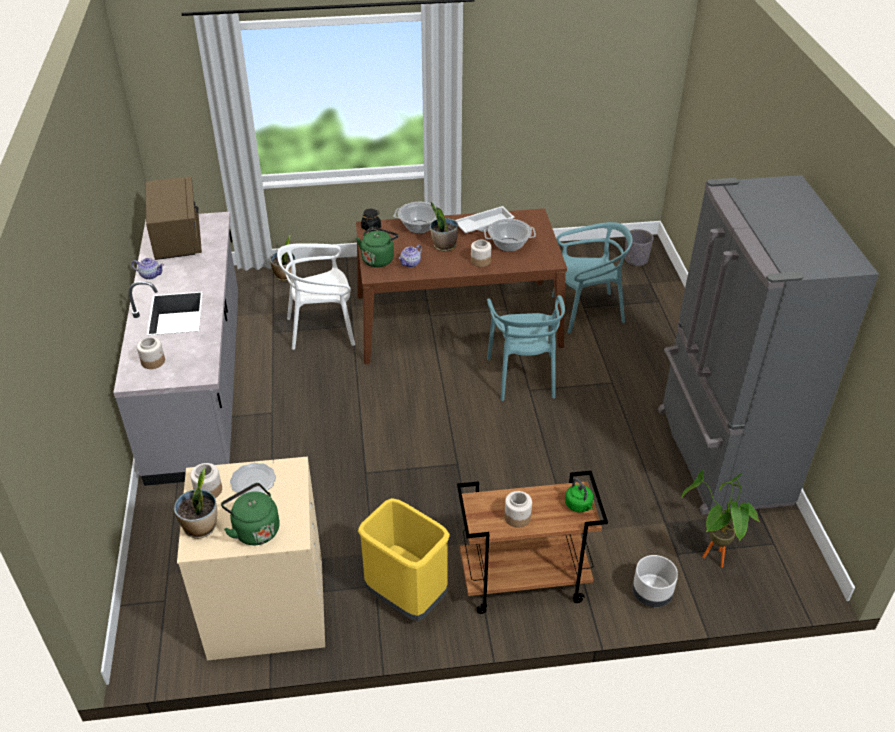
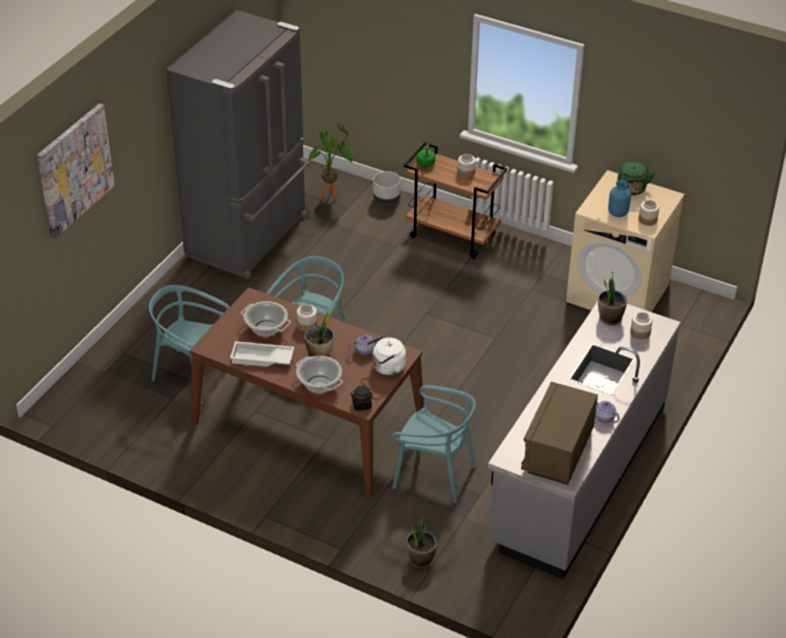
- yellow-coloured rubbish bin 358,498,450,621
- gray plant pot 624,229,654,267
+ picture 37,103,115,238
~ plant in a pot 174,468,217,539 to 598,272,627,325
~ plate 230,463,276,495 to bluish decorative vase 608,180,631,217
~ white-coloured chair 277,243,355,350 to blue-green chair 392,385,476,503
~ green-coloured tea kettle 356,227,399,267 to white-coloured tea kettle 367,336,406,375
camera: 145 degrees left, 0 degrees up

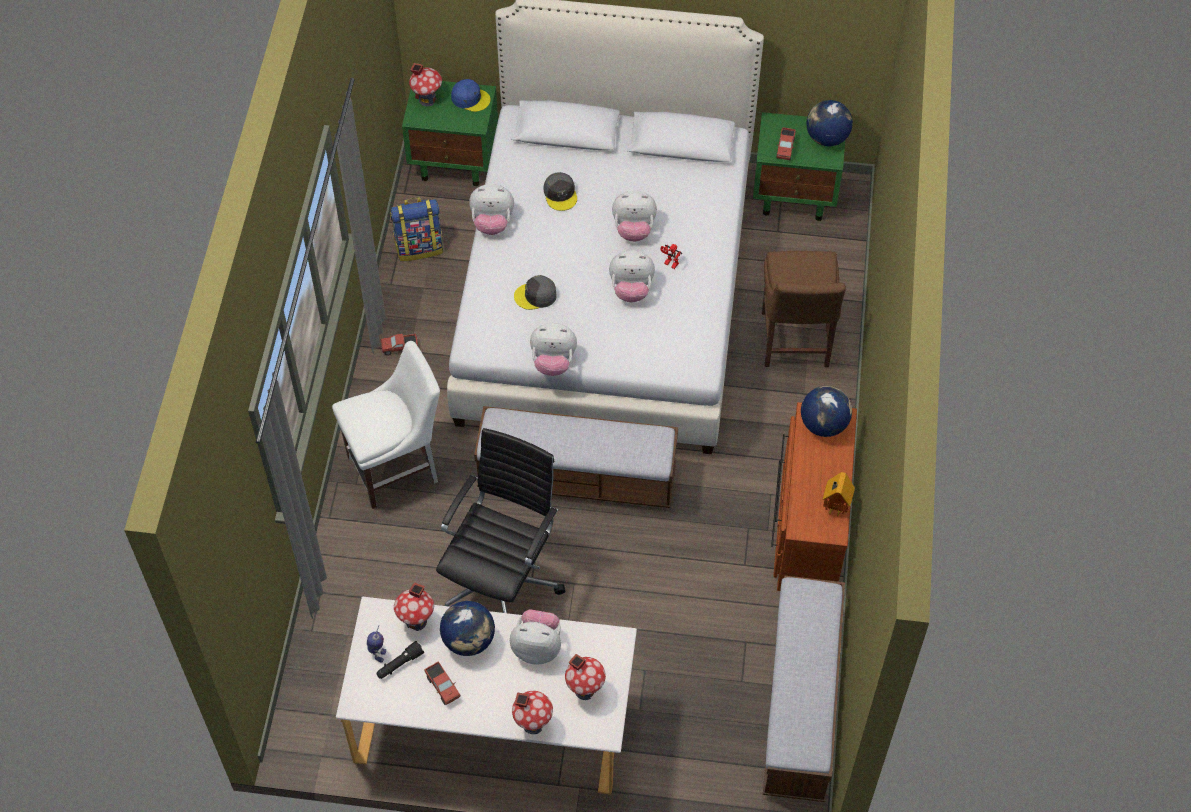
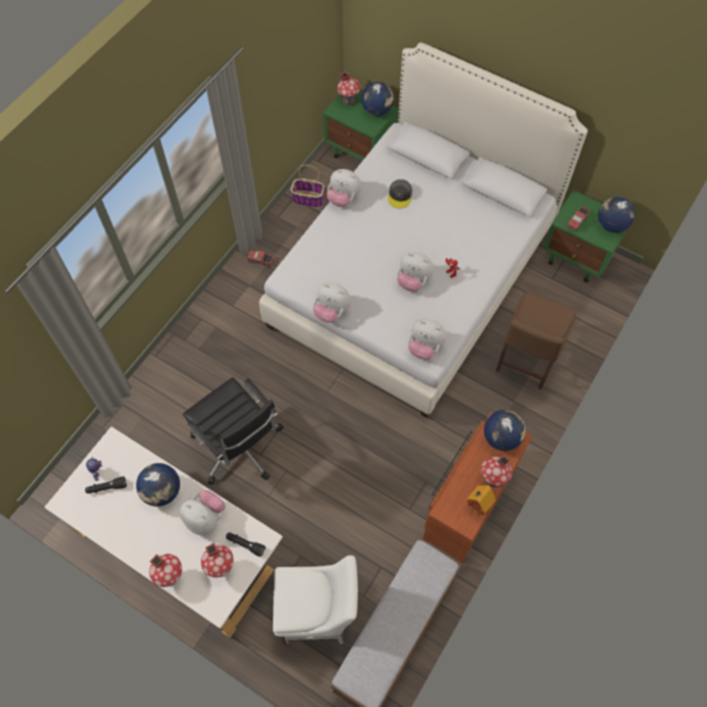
- model truck 424,661,460,705
- indoor bench 474,406,678,508
- gray baseball cap 514,275,557,310
+ blackish flashlight 226,533,266,557
~ white-coloured chair 332,341,440,509 to 273,555,358,645
~ toy house 394,582,434,631 to 481,455,512,487
~ soft toy 612,190,657,242 to 408,319,447,360
~ knapsack 390,197,443,261 to basket 291,165,324,208
~ bluish baseball cap 451,79,491,112 to globe 361,82,394,116
~ blackish office chair 436,428,566,613 = 183,377,284,485 90 degrees clockwise
camera: 25 degrees right, 5 degrees up

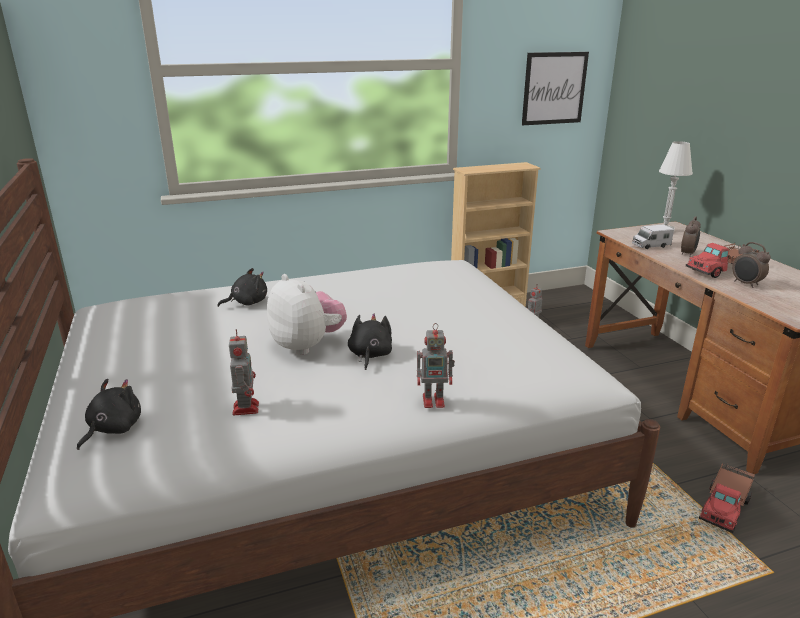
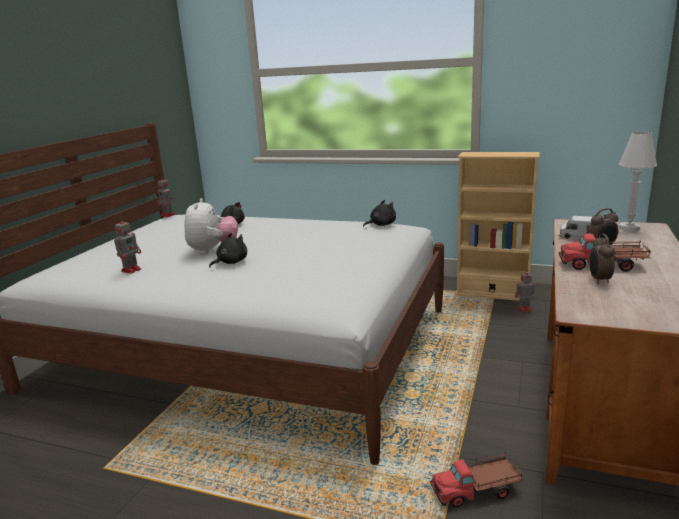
- picture 522,52,589,125
~ blackish soft toy 77,379,141,450 to 363,200,396,227
~ robot figure 417,323,455,408 to 157,178,176,217
camera: 40 degrees right, 5 degrees down

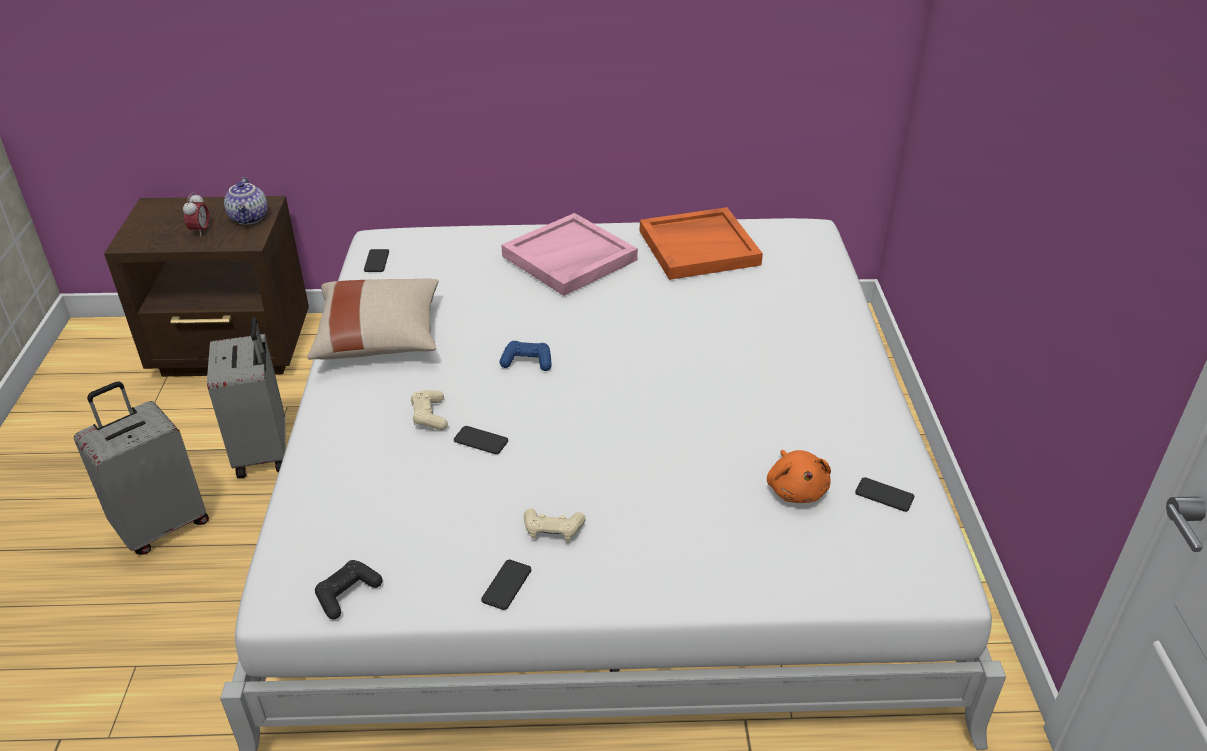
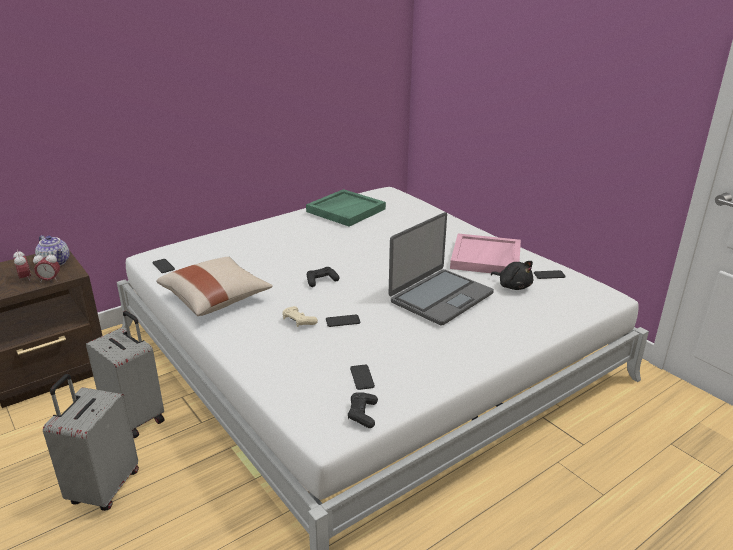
- sand-coloured gamepad 524,508,586,542
+ table clock 33,252,60,282
+ laptop 389,212,494,326
~ handset 481,560,531,610 to 350,365,375,390
~ pink carrying tray 501,213,638,296 to 450,233,521,273
~ bluish gamepad 500,341,551,371 to blackish gamepad 307,267,340,287
~ orangey carrying tray 640,207,763,280 to green-coloured carrying tray 306,189,386,227
~ orangey soft toy 767,450,831,503 to blackish soft toy 491,261,533,290
camera: 35 degrees left, 10 degrees down

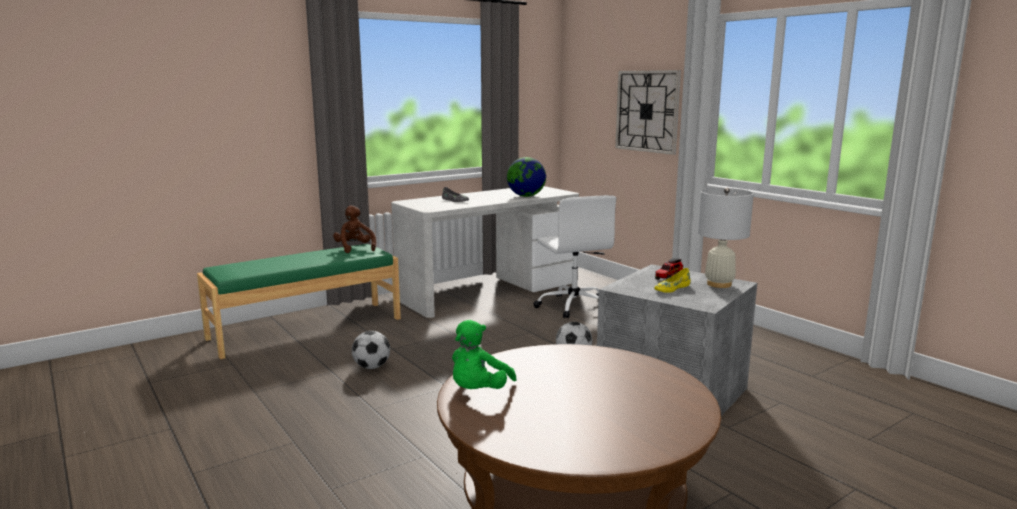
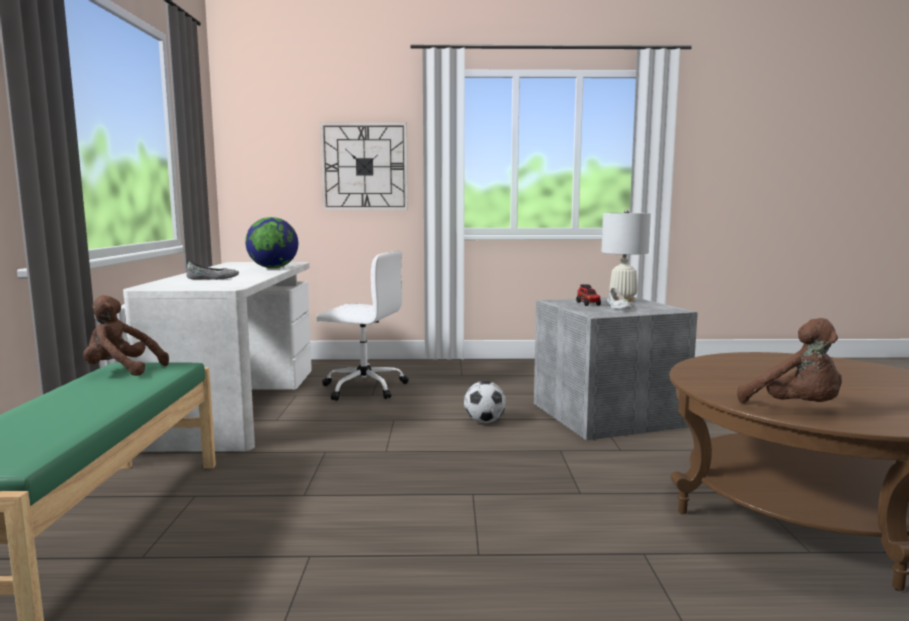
- football 352,331,390,369
~ green-coloured soft toy 452,320,517,389 to brown soft toy 737,318,842,403
~ yellow-coloured shoe 654,268,691,293 to white-coloured shoe 607,288,631,309
camera: 55 degrees left, 5 degrees down

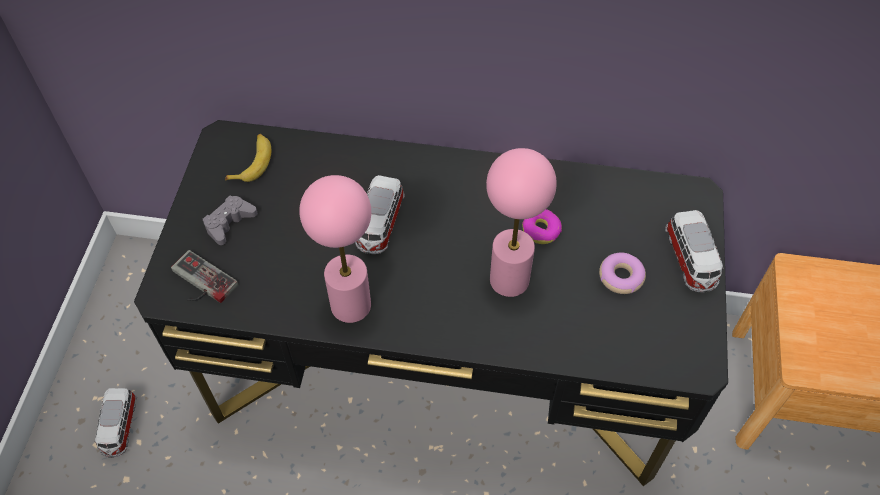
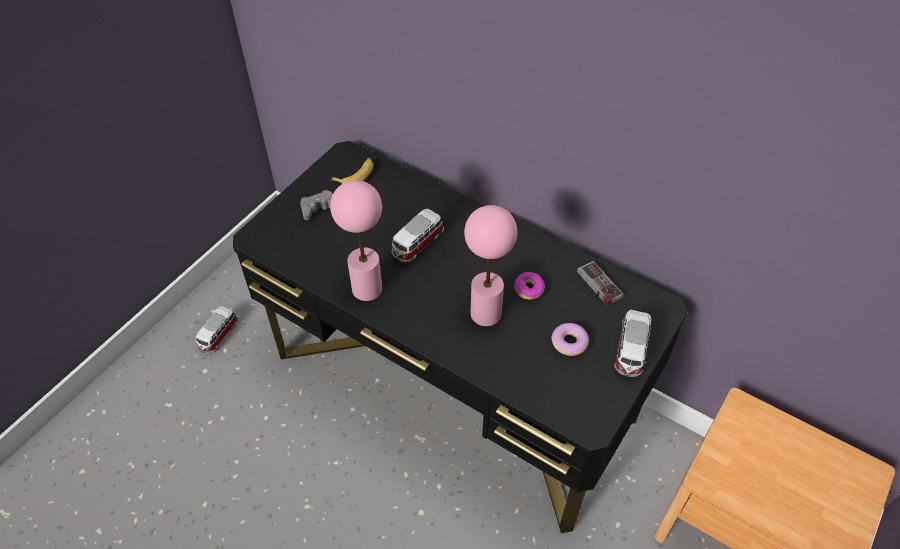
~ gamepad 171,250,239,303 to 577,261,624,306
camera: 25 degrees right, 5 degrees down

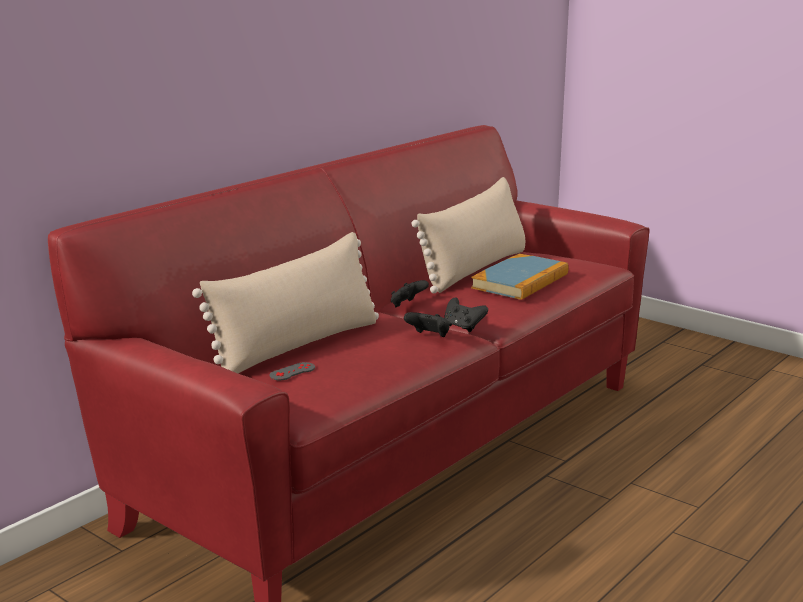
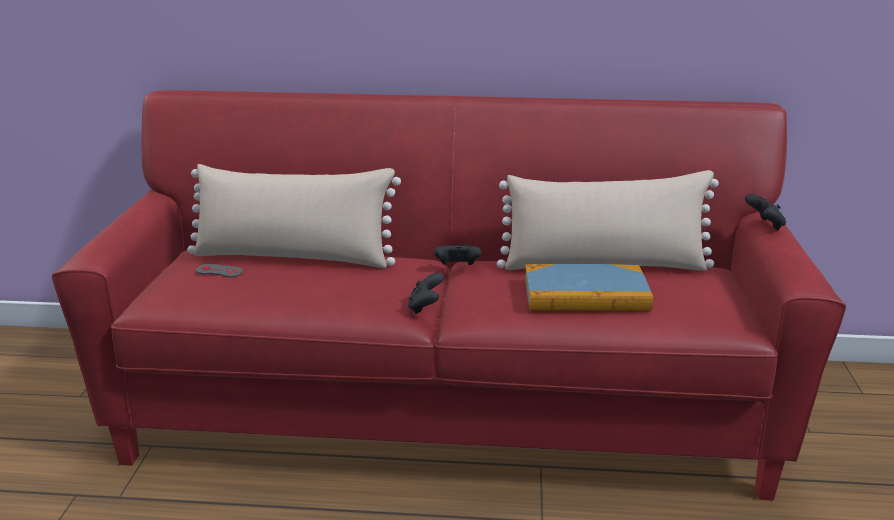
~ blackish gamepad 404,312,450,337 to 745,194,786,230
camera: 55 degrees right, 5 degrees up

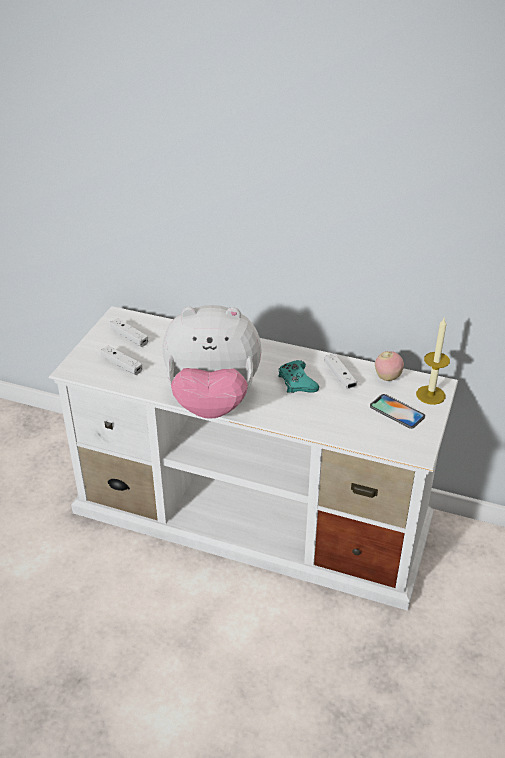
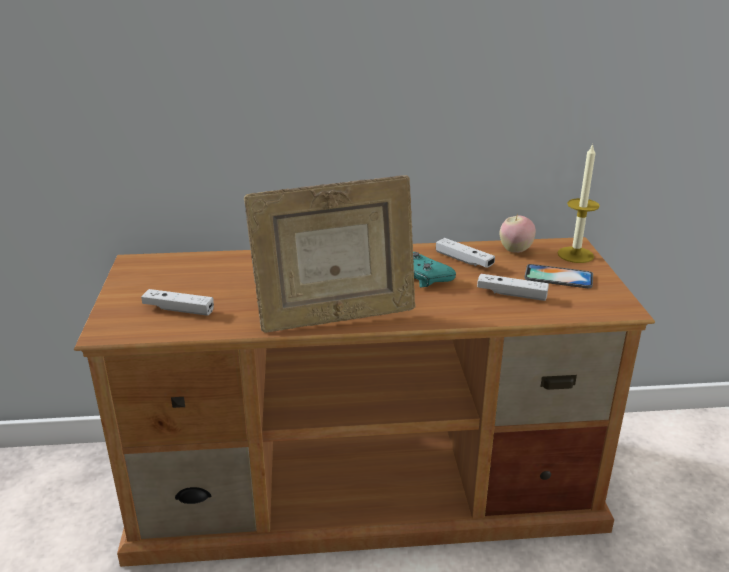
~ white-coloured gamepad 110,318,148,347 to 477,274,549,301
~ soft toy 163,305,262,419 to picture frame 244,175,416,333
~ white-coloured tv stand 49,306,458,611 to brown tv stand 74,237,655,567
camera: 25 degrees left, 10 degrees down

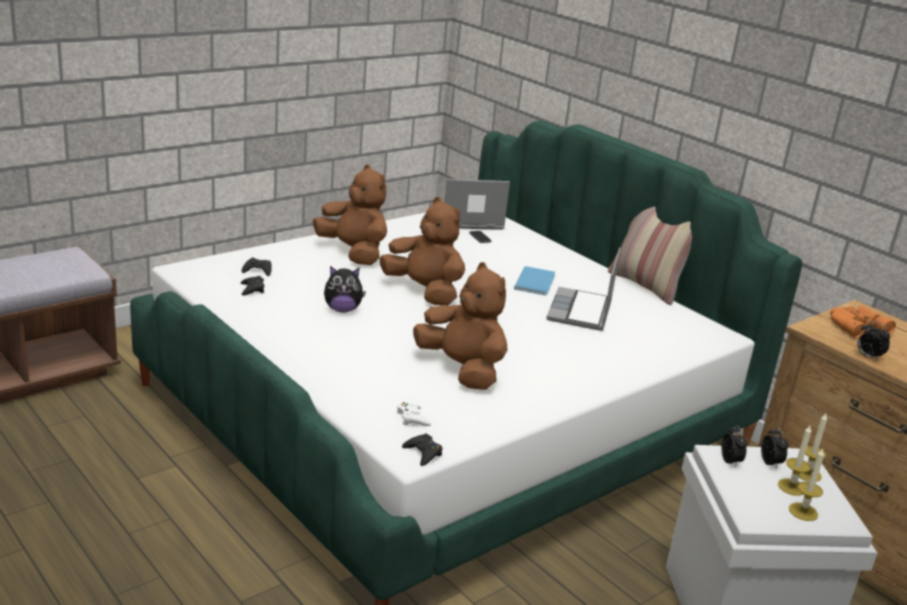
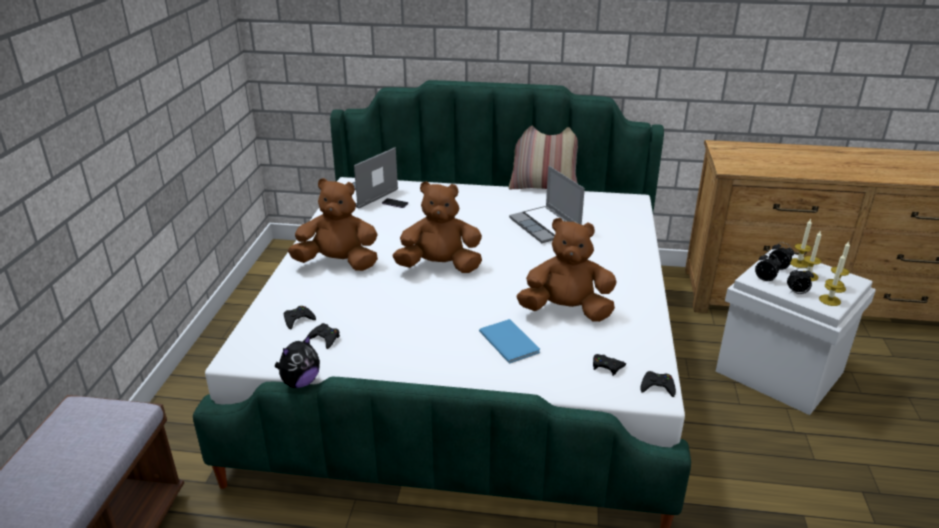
- orangey field glasses 830,305,896,339
+ wax light 819,254,845,306
~ soft toy 324,266,366,313 to 275,334,320,388
~ bluish book 514,266,556,296 to 479,319,540,363
~ table clock 857,321,890,360 to 787,268,814,294
~ white-coloured gamepad 397,402,431,426 to blackish gamepad 593,354,626,376
camera: 40 degrees left, 5 degrees up

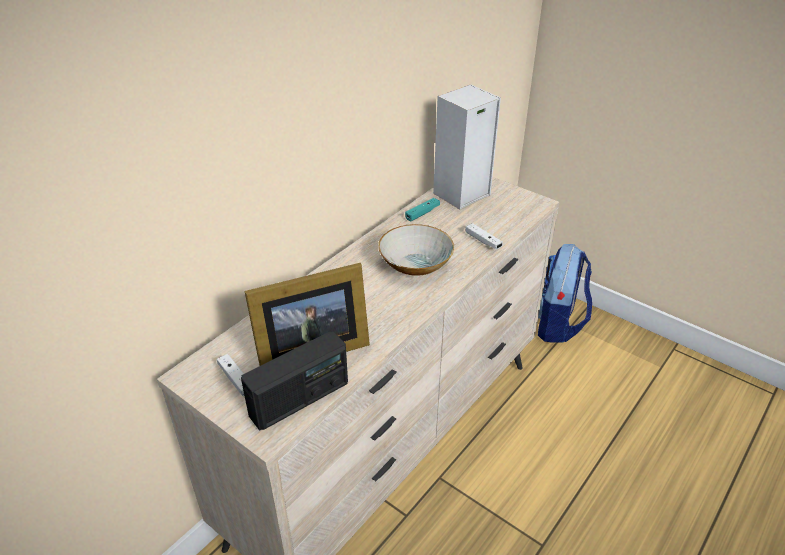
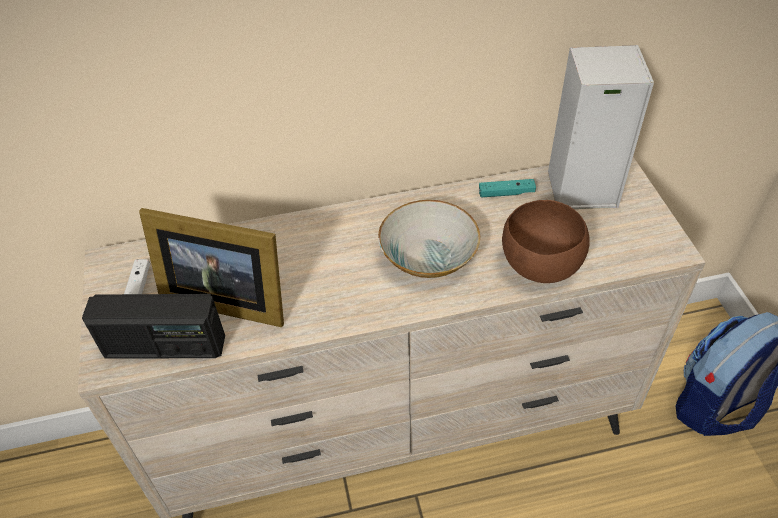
~ white-coloured gamepad 466,223,503,249 to brown serving bowl 502,200,590,283
camera: 40 degrees right, 10 degrees up

